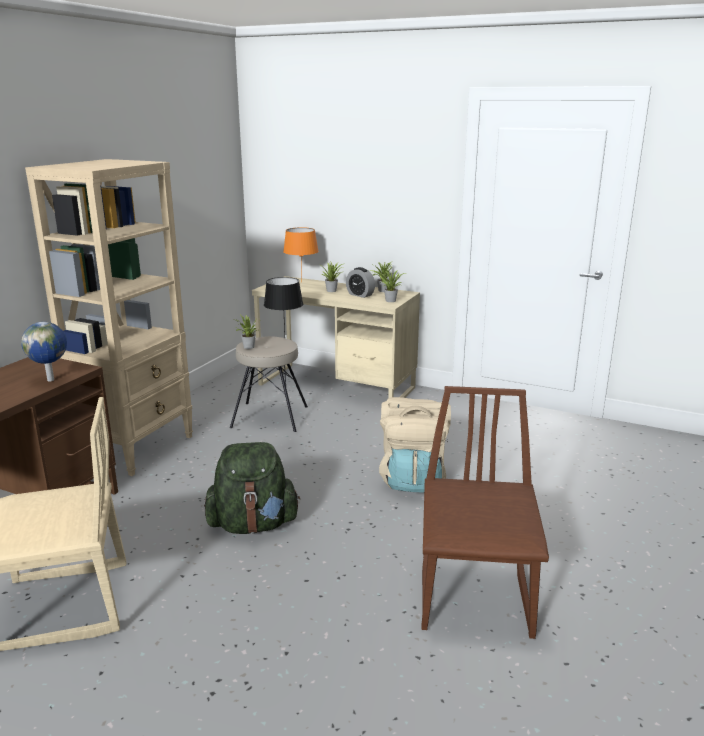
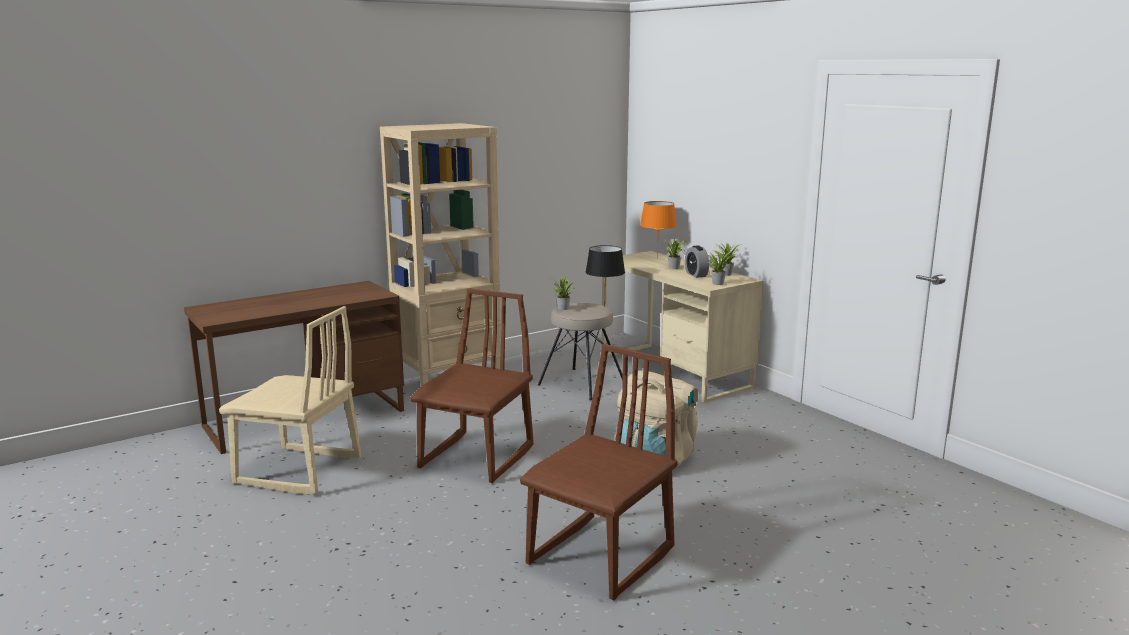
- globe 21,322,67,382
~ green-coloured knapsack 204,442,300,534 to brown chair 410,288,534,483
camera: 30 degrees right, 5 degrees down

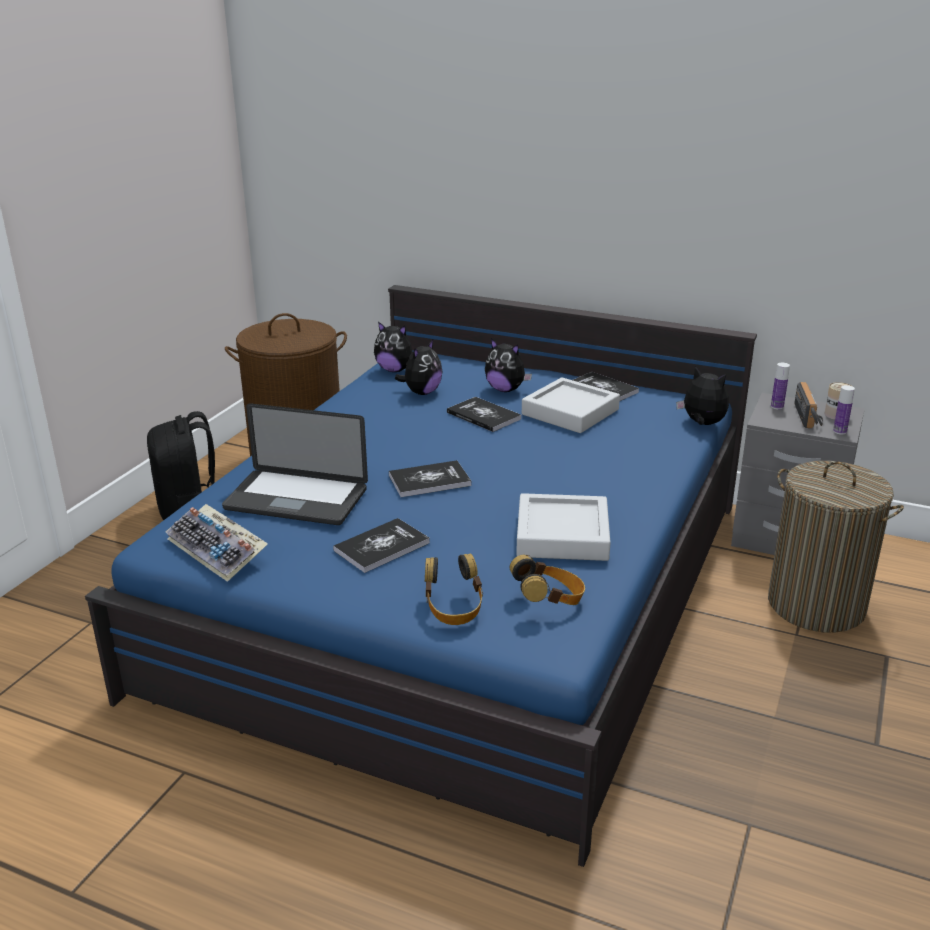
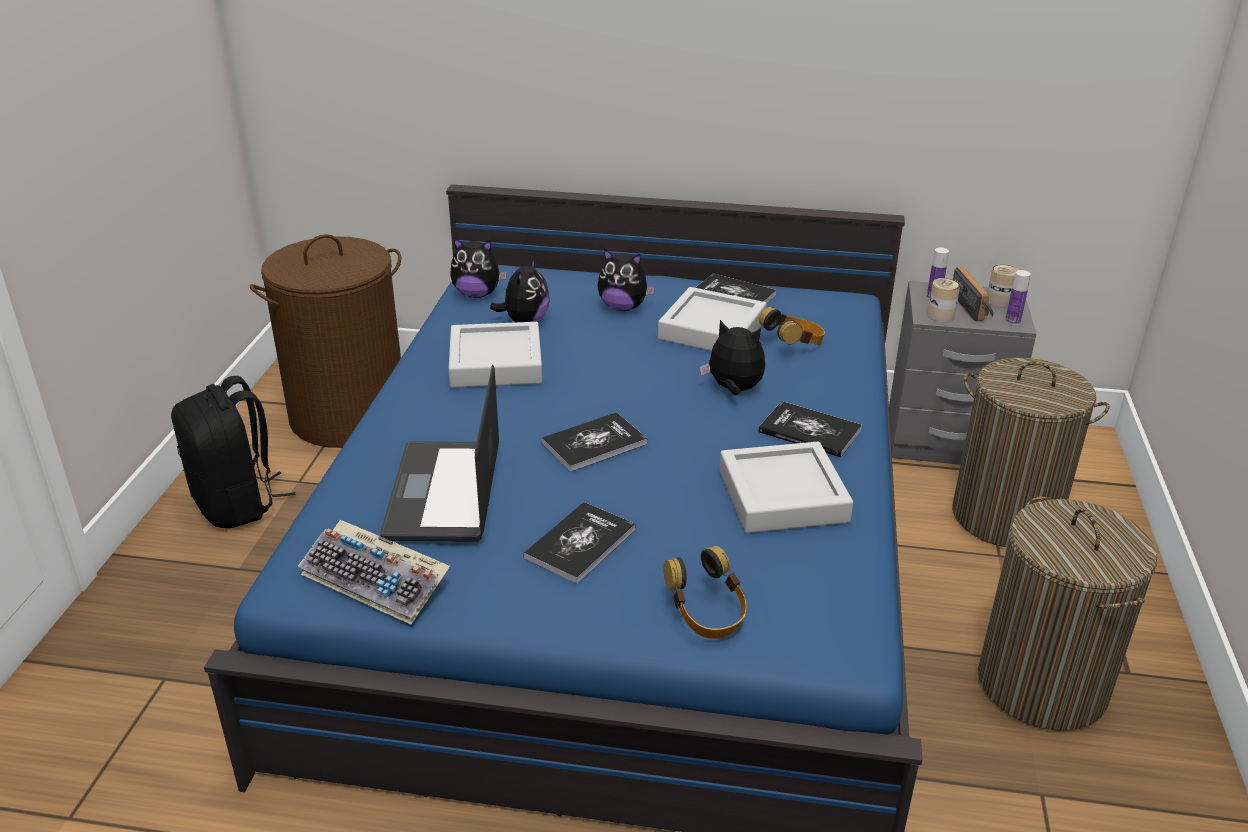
+ gray carrying tray 449,322,542,388
+ metal can 927,278,960,322
+ hamper 978,496,1157,731
~ book 447,397,521,432 to 758,401,862,458
~ headphones 510,555,585,605 to 759,307,825,345
~ soft toy 676,366,729,425 to 700,320,765,395
~ laptop 222,403,368,525 = 380,365,499,542 90 degrees clockwise
camera: 15 degrees left, 5 degrees up

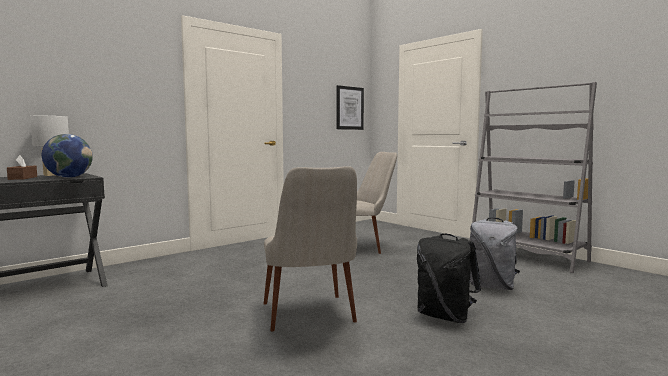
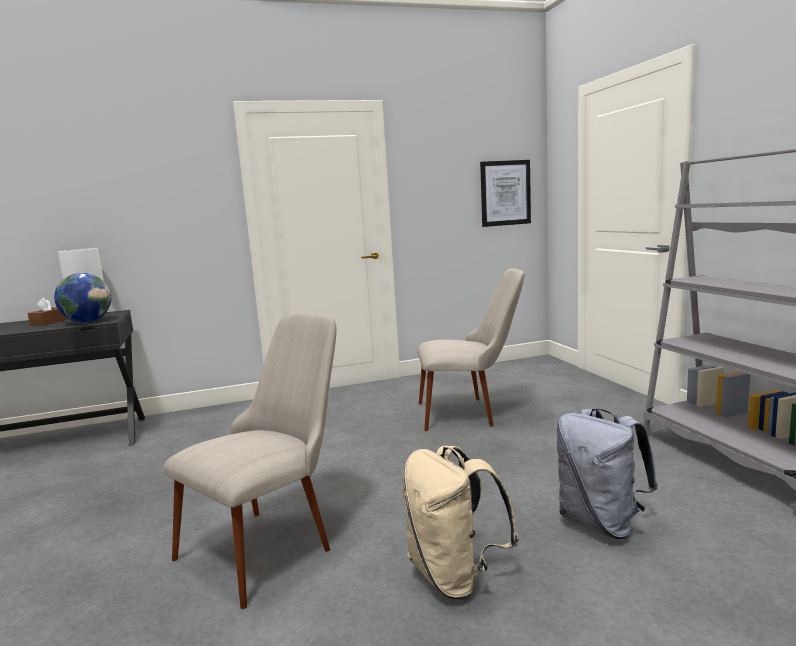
~ blackish knapsack 417,234,481,323 to sand-coloured knapsack 402,446,519,600
~ sand-coloured chair 264,166,357,332 = 163,312,337,609 150 degrees counterclockwise
camera: 25 degrees right, 5 degrees up

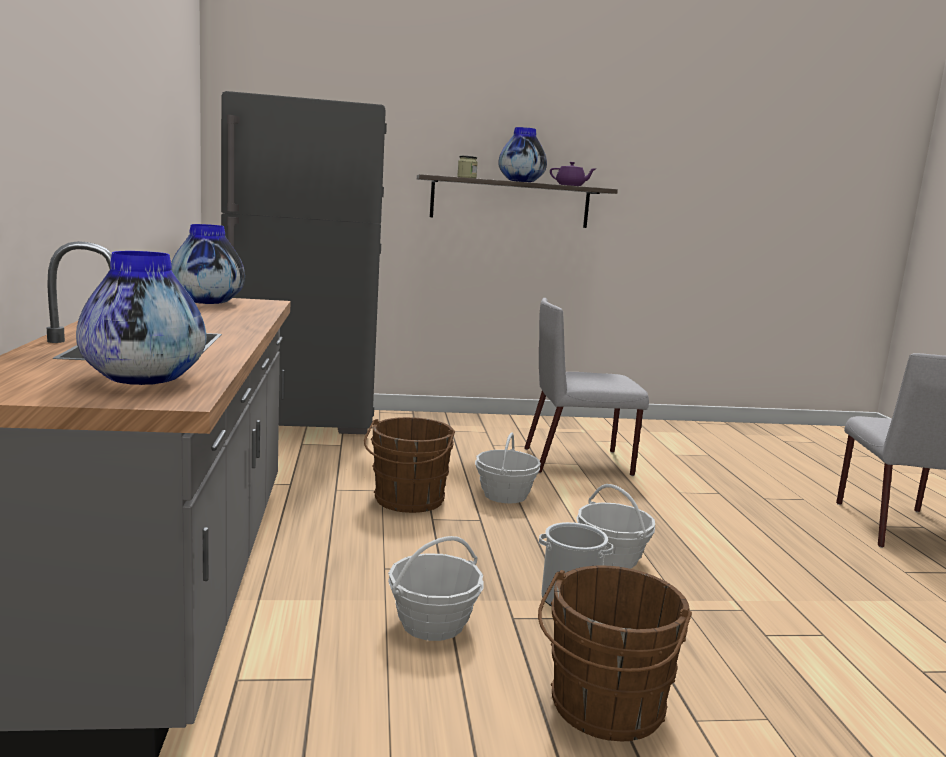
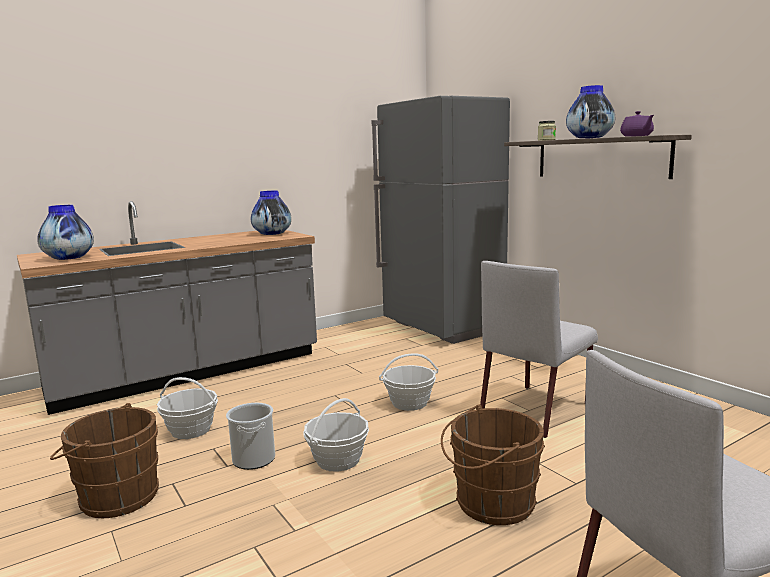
~ brown pail 364,417,455,513 to 441,404,545,525
~ gray chair 524,298,649,476 = 480,261,598,438 105 degrees counterclockwise
camera: 65 degrees right, 0 degrees up

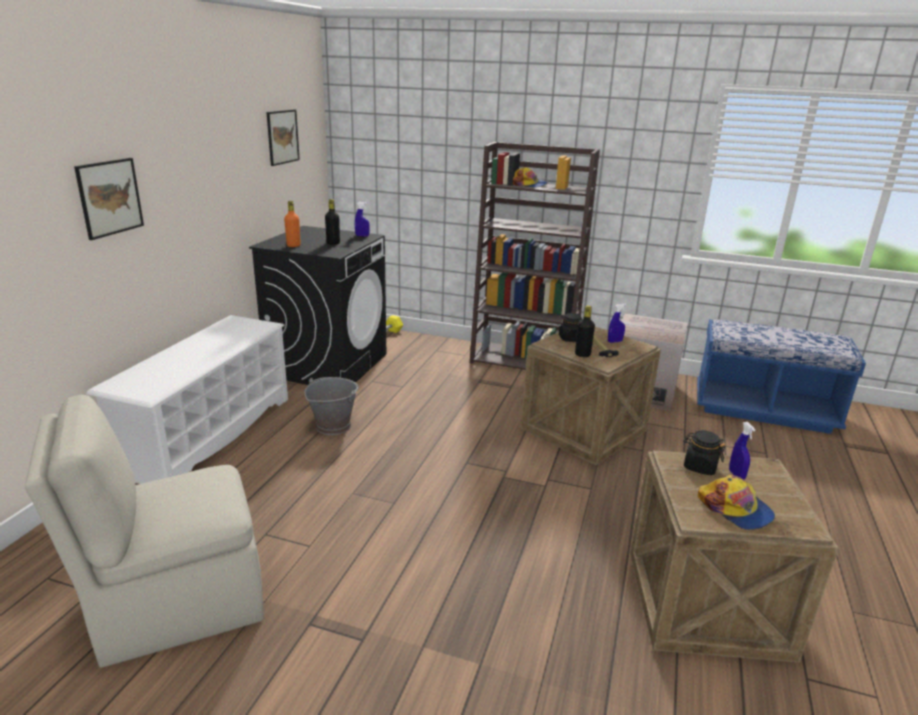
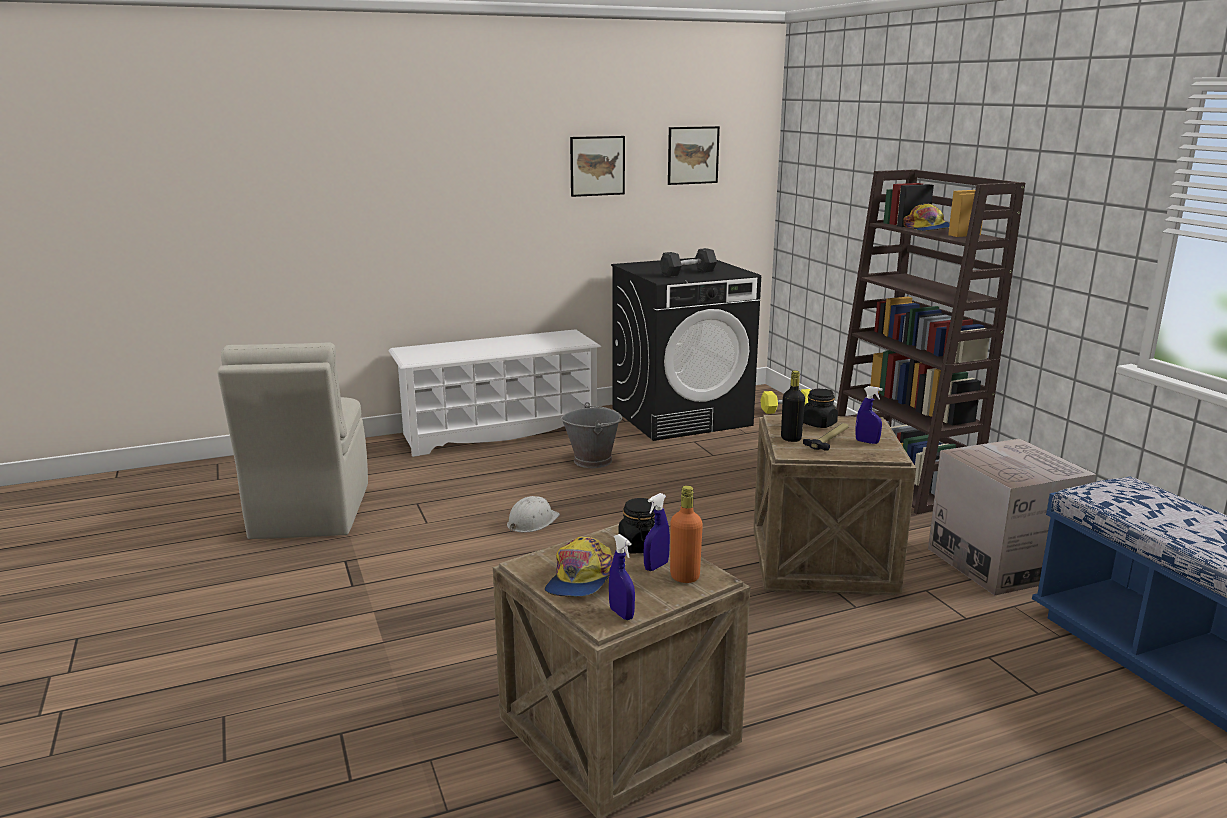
+ white-coloured safety helmet 507,496,560,533
~ picture 74,158,144,240 to 570,136,625,197
~ orangey beverage bottle 284,201,301,247 to 670,486,703,583
~ bluish spray bottle 355,202,370,237 to 609,534,635,620
~ blackish beverage bottle 325,199,340,245 to gray hand weight 660,248,717,277
~ sand-coloured chair 25,394,264,668 = 217,343,368,539 120 degrees counterclockwise
camera: 50 degrees right, 5 degrees down

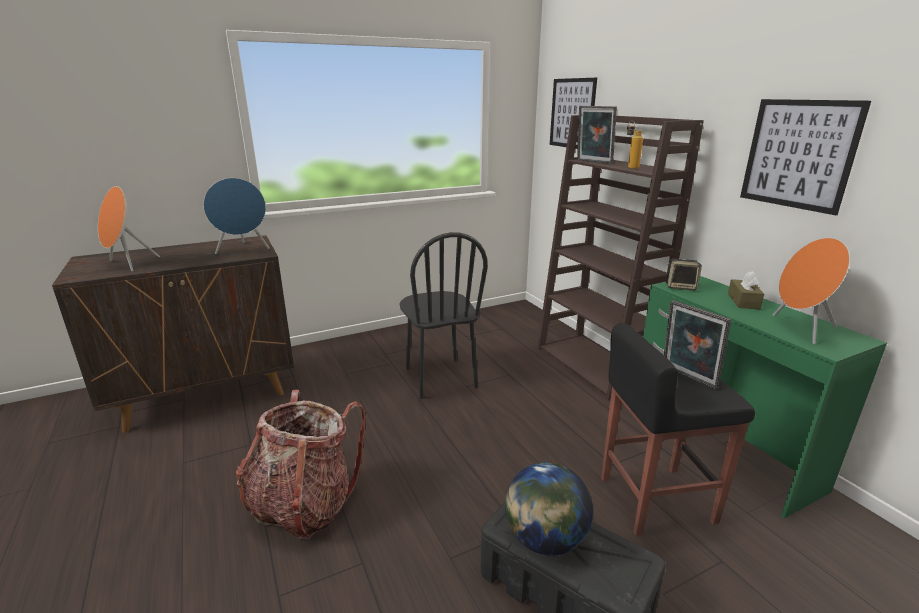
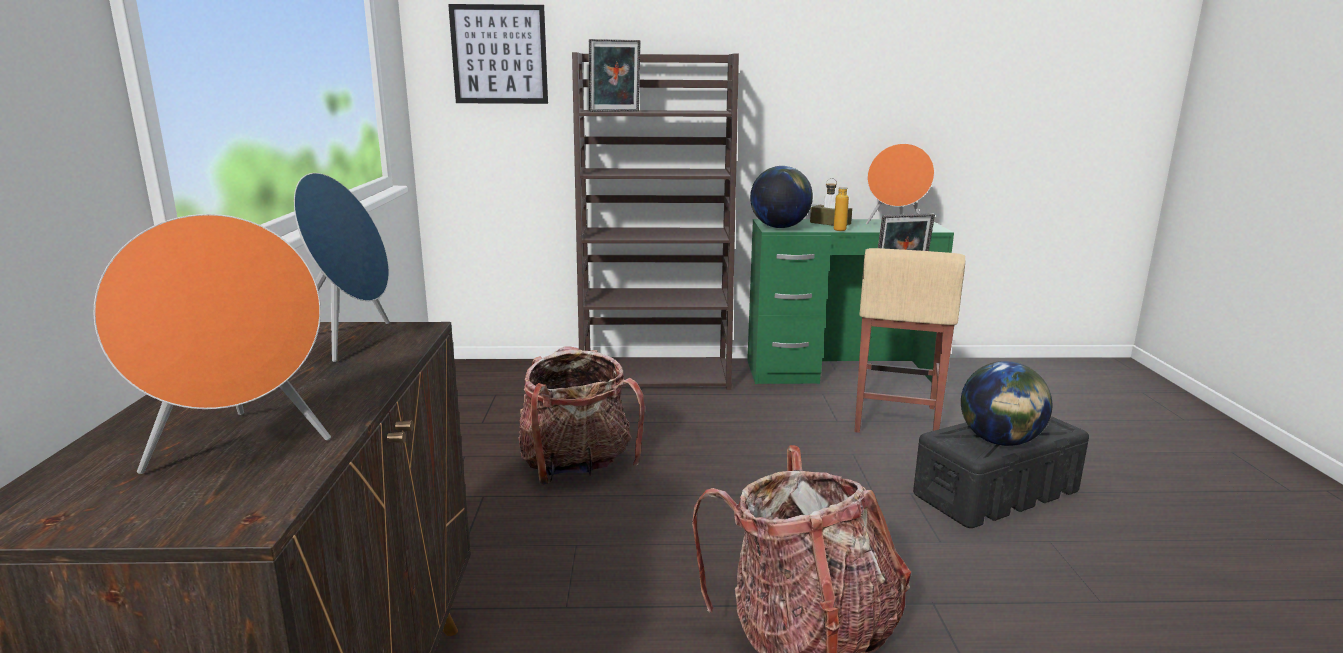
- picture 740,99,871,215
~ beverage bottle 627,121,643,169 to 826,178,849,231
~ blackish chair 400,232,488,399 to knapsack 519,346,645,485
~ loudspeaker 666,259,702,291 to globe 750,166,813,228
~ blackish sitting stool 601,323,755,536 to sand-coloured sitting stool 854,248,965,433
camera: 65 degrees left, 5 degrees down

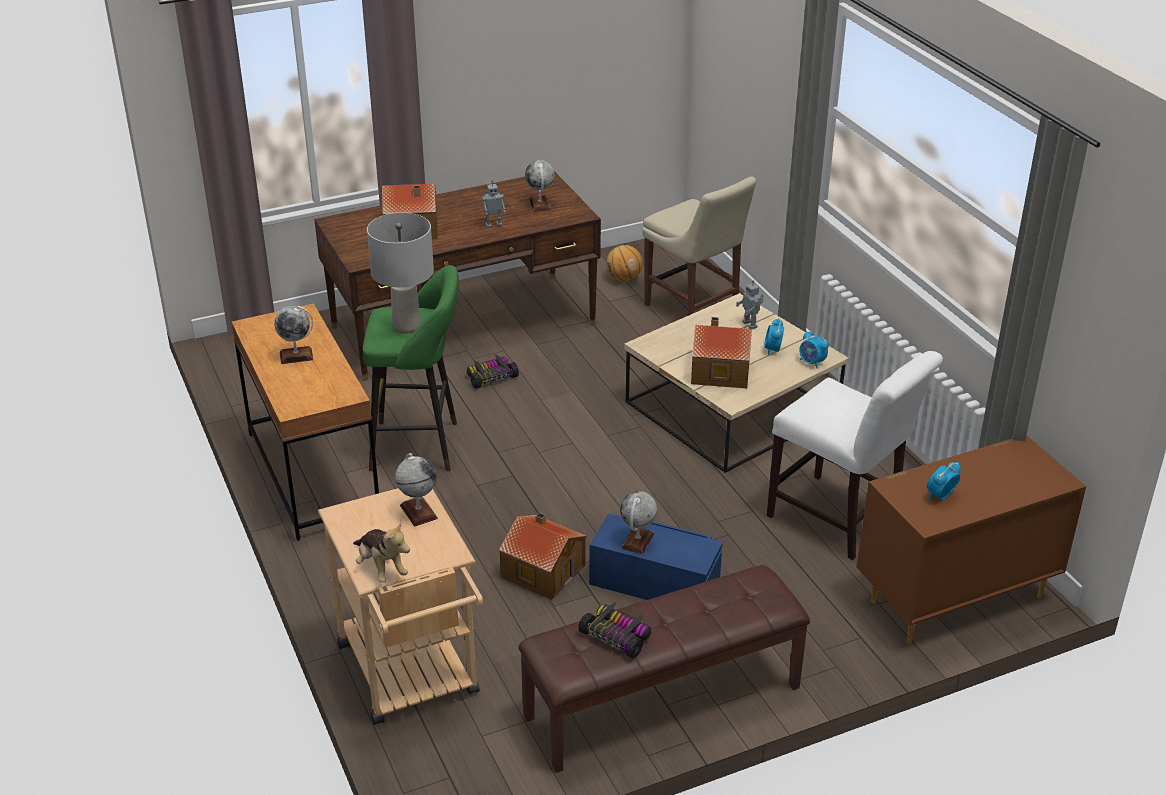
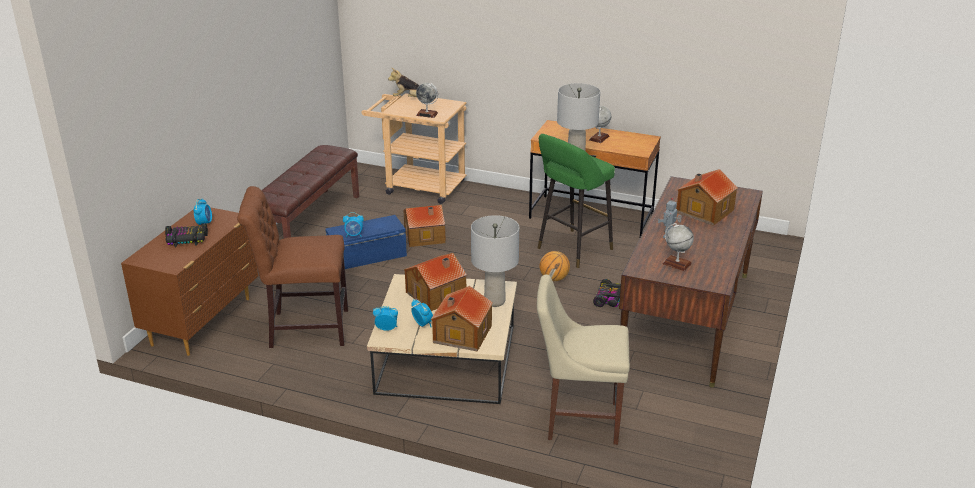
- globe 620,491,657,554
+ table clock 343,212,364,237
+ gray tabletop lamp 471,215,519,307
~ model car 578,602,651,658 to 165,223,208,248
~ basketball 606,245,643,281 to 539,251,570,281
~ robot figure 736,281,764,329 to toy house 431,286,493,352
~ white-coloured chair 767,351,943,560 to brown chair 237,186,348,348
camera: 135 degrees right, 5 degrees down

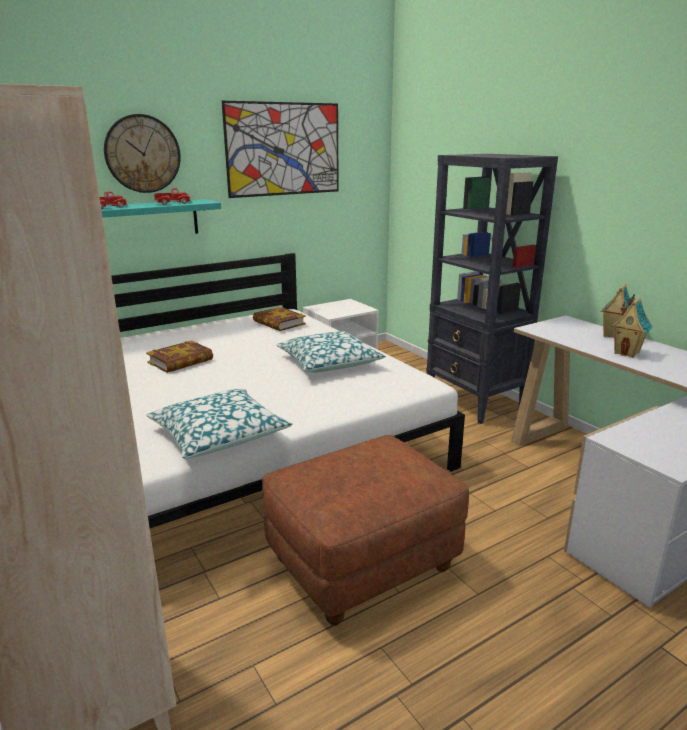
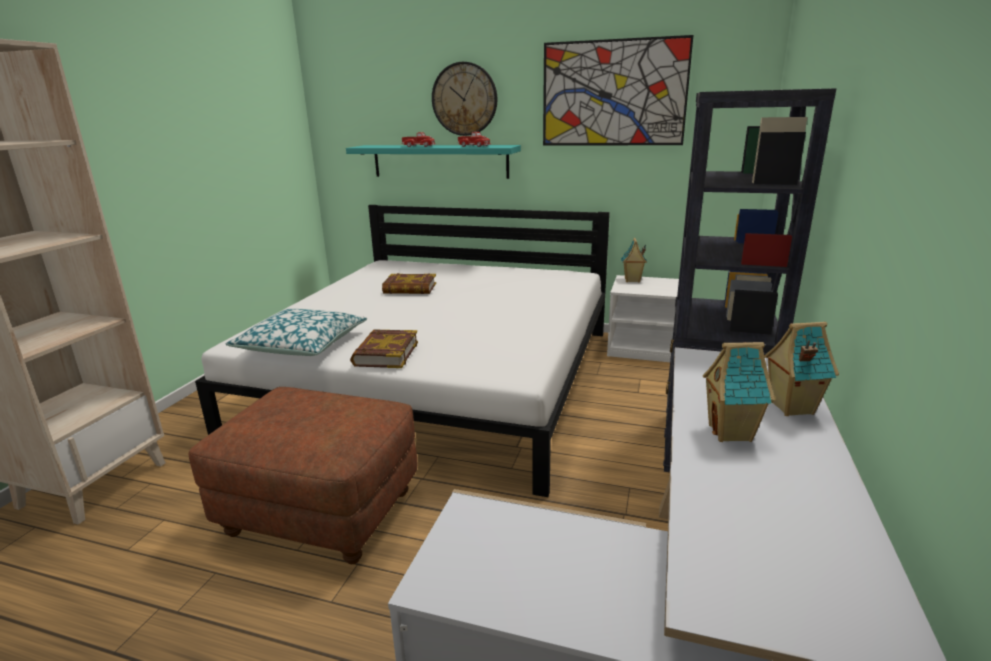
- pillow 276,331,386,373
+ toy house 621,238,647,283
~ book 253,307,306,331 to 350,329,418,368
camera: 50 degrees right, 0 degrees up

